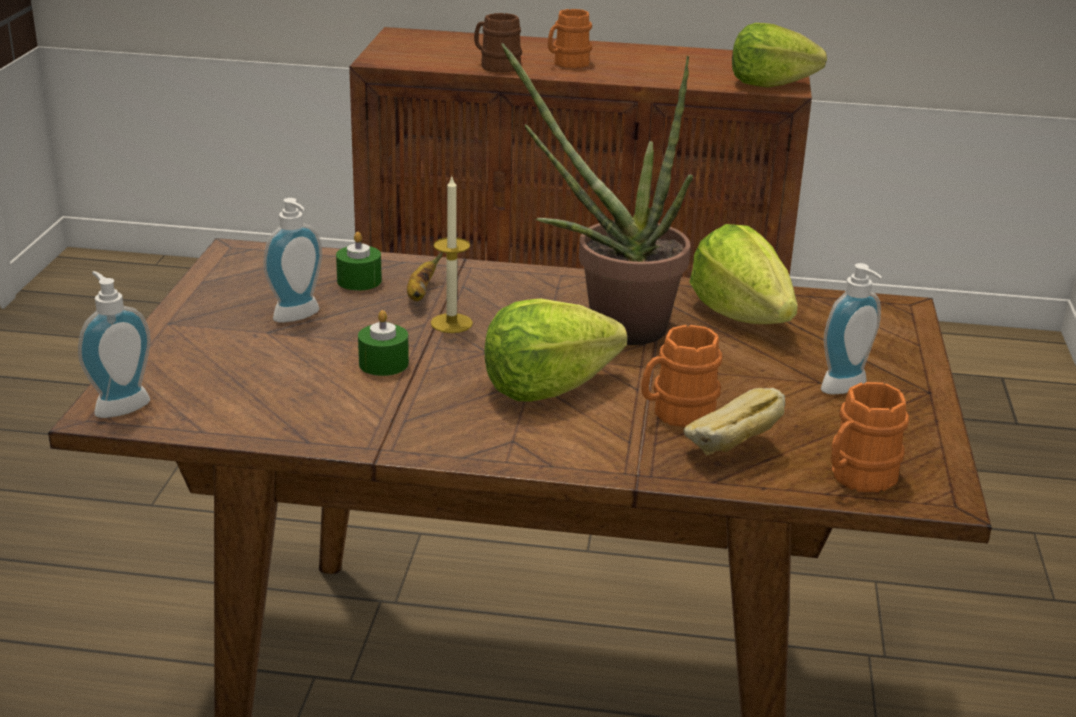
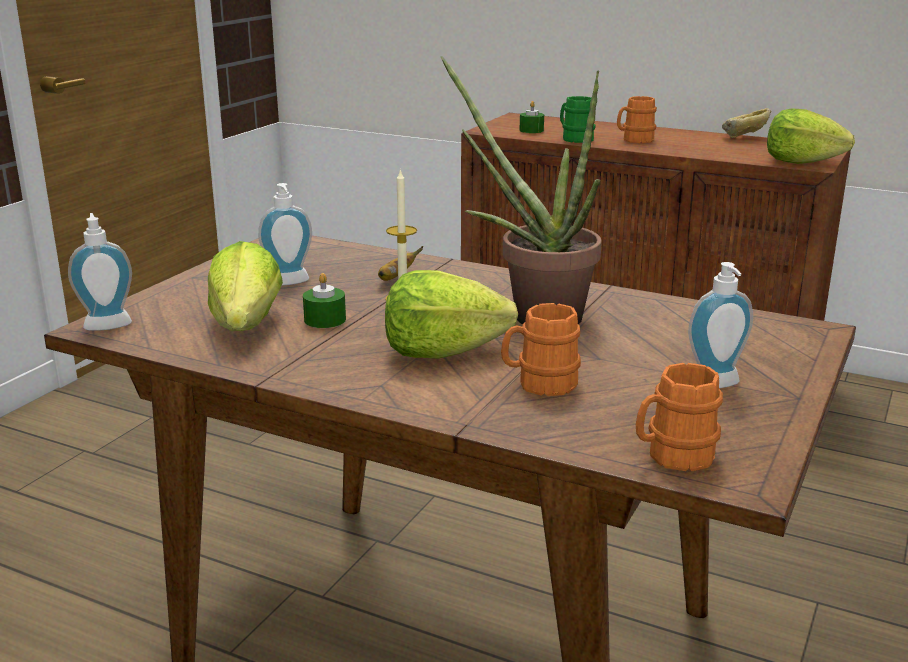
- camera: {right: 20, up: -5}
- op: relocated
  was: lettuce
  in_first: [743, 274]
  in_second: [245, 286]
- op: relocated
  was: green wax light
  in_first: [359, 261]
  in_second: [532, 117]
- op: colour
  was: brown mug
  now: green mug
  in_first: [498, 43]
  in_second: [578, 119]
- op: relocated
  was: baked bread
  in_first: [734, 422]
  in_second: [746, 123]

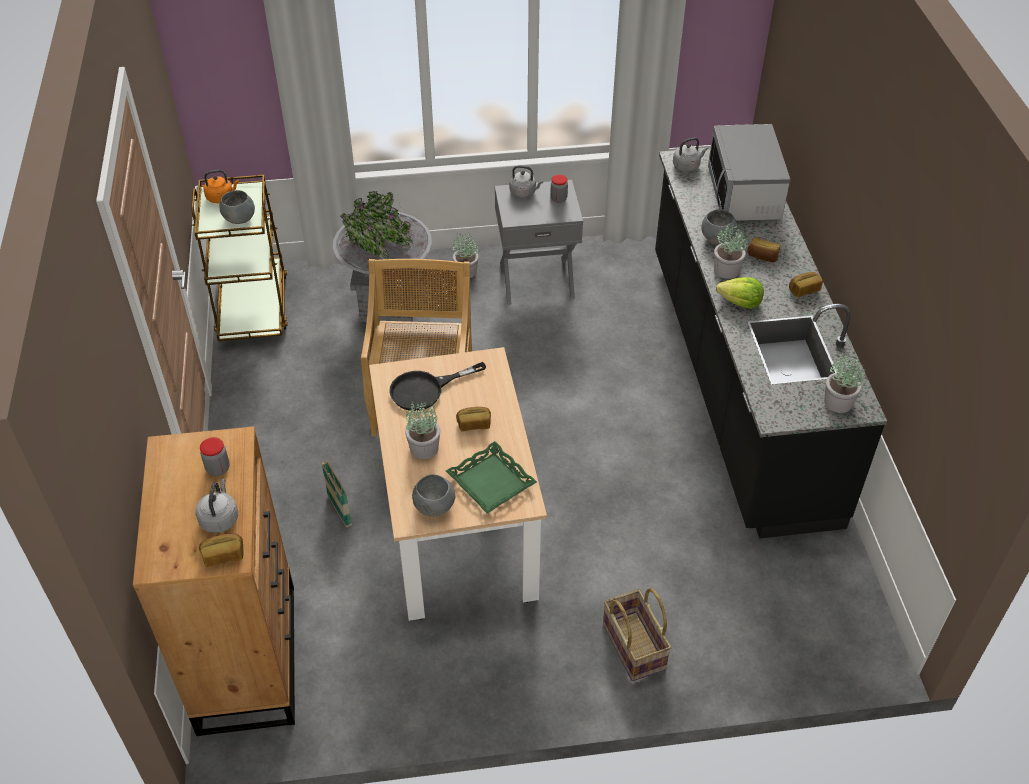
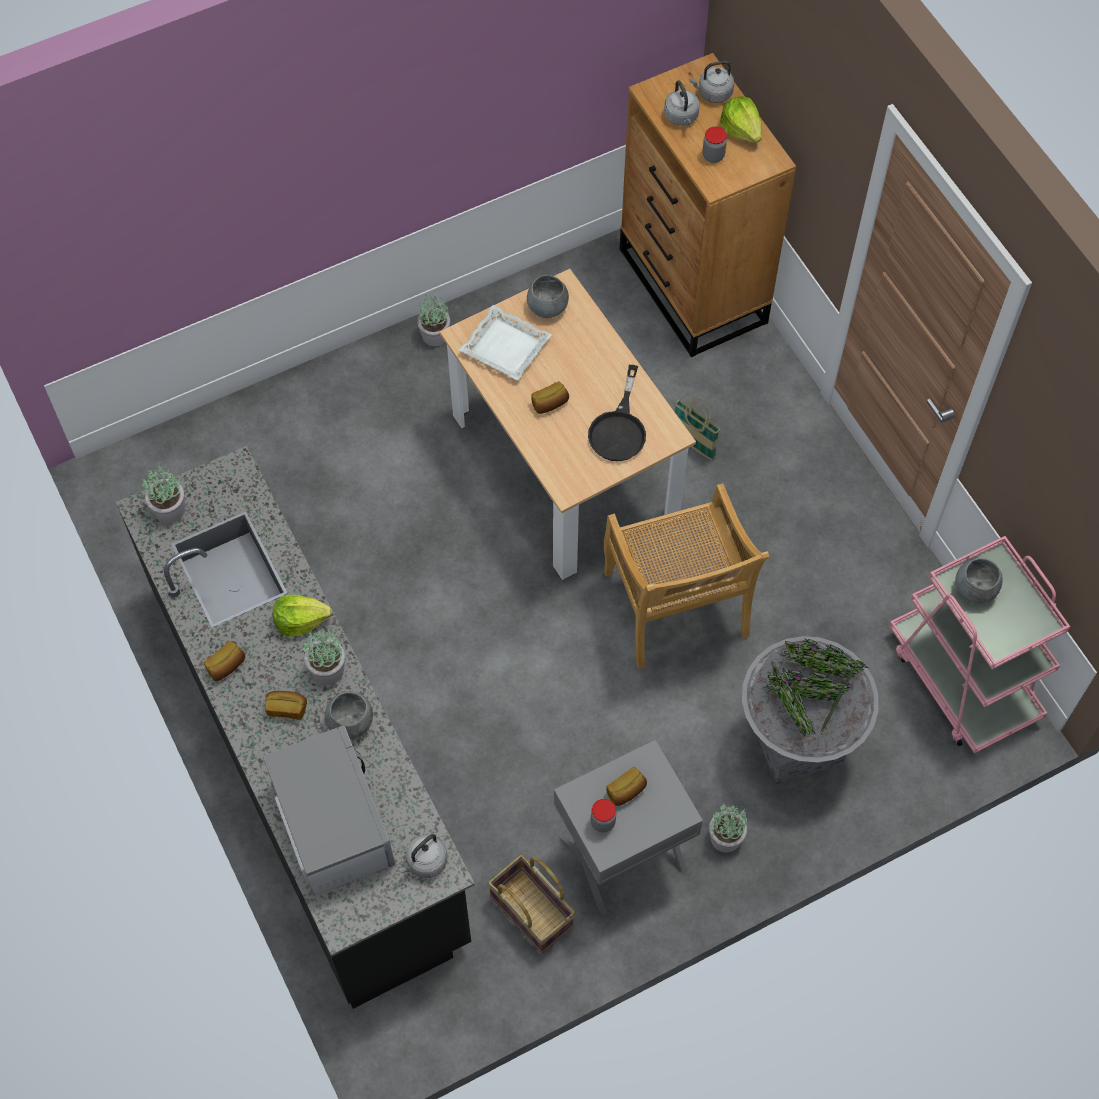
- camera: {right: 160, up: 15}
- op: relocated
  was: plant in a pot
  in_first: [422, 429]
  in_second: [433, 320]
- op: colour
  was: green serving tray
  now: white-coloured serving tray
  in_first: [491, 477]
  in_second: [505, 342]
- op: relocated
  was: basket
  in_first: [637, 634]
  in_second: [531, 904]
- op: spun
  was: blackish pan
  in_first: [437, 386]
  in_second: [617, 413]
  clockwise: 150
- op: relocated
  was: baked bread
  in_first: [221, 550]
  in_second: [626, 786]
- op: relocated
  was: grey kettle
  in_first: [526, 182]
  in_second: [711, 82]
- op: appeared
  now: lettuce
  in_second: [741, 119]
- op: colour
  was: brown wheeled cart
  now: pink-coloured wheeled cart
  in_first: [239, 258]
  in_second: [979, 645]
- op: missing
  was: orange kettle
  in_first: [221, 186]

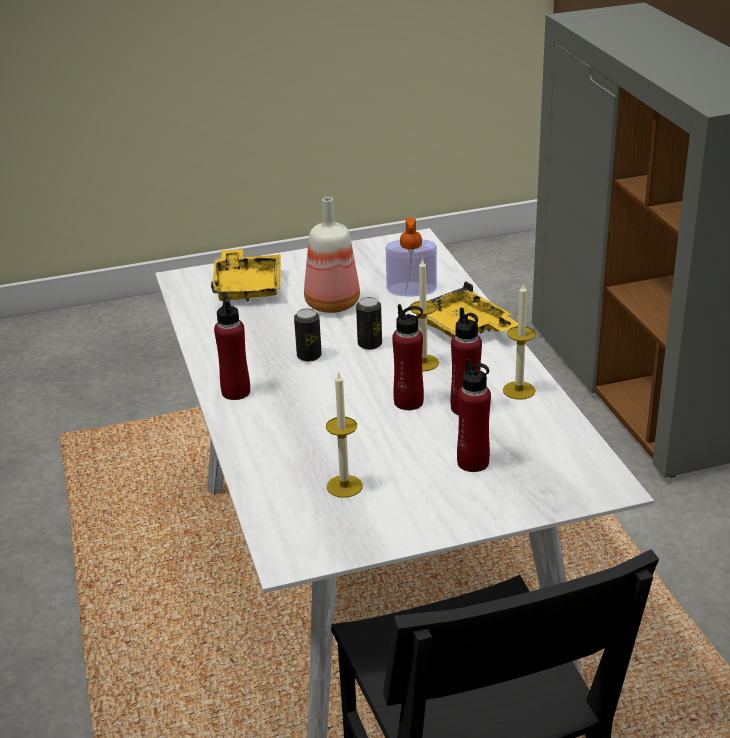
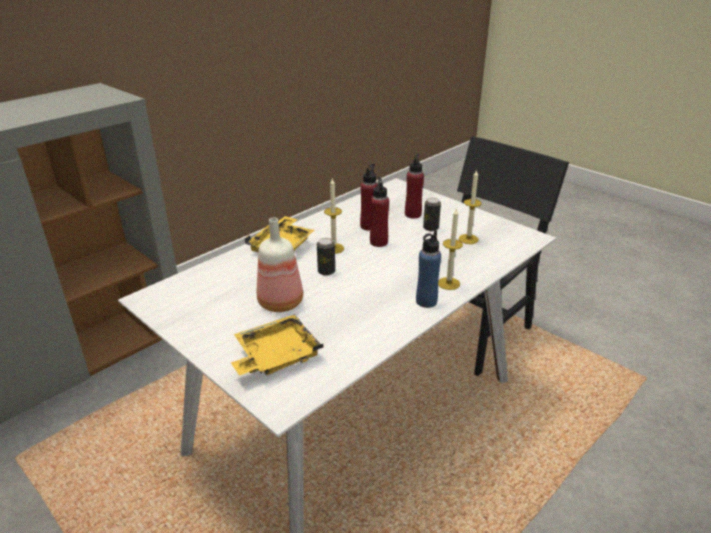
- camera: {right: -120, up: 0}
- op: colour
  was: red-coloured drink bottle
  now: bluish drink bottle
  in_first: [232, 346]
  in_second: [428, 269]
- op: relocated
  was: sealed can
  in_first: [308, 335]
  in_second: [432, 214]
- op: relocated
  was: wax light
  in_first: [519, 341]
  in_second: [450, 249]
- op: missing
  was: soap bottle
  in_first: [411, 257]

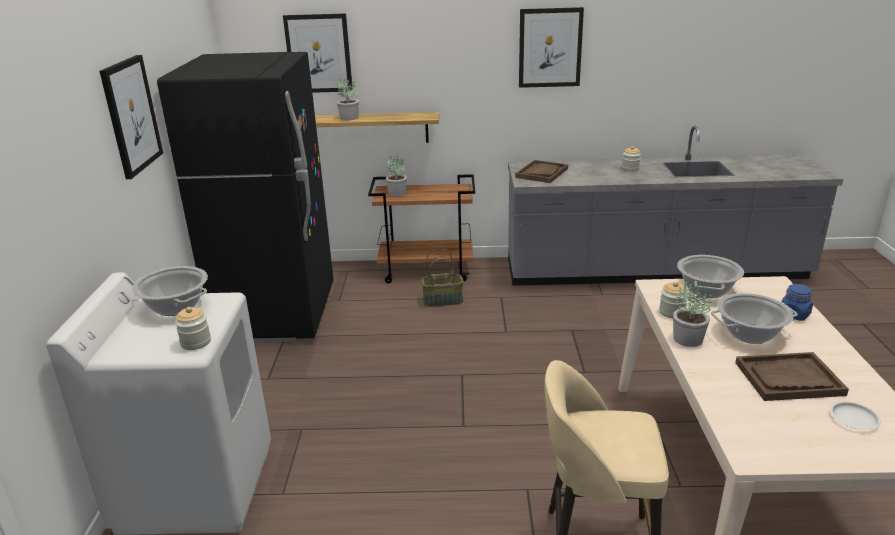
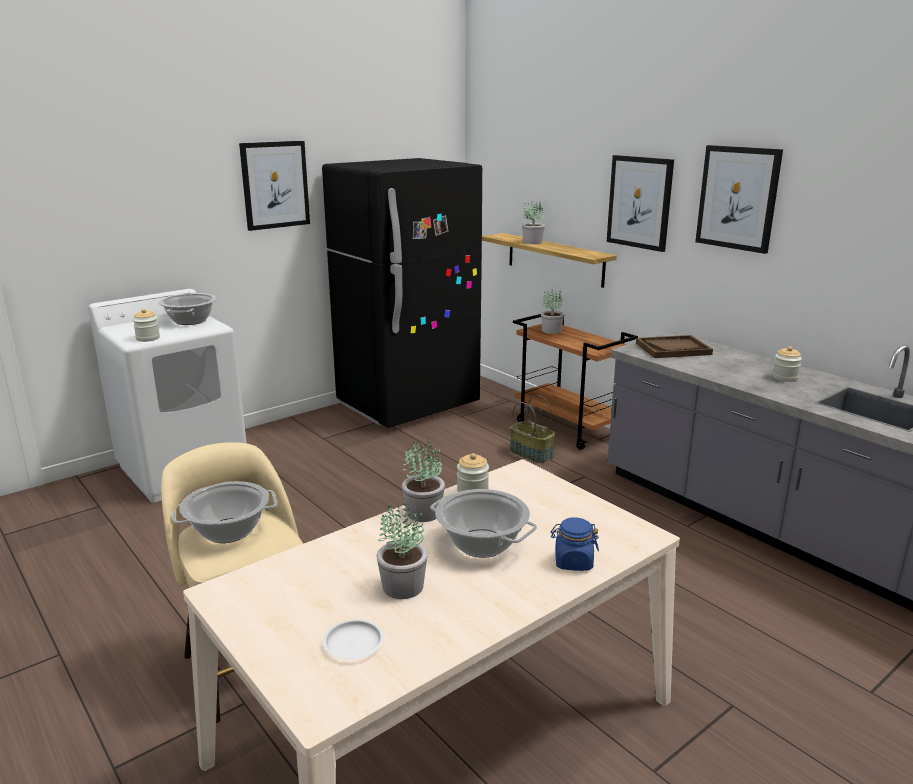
- camera: {right: 50, up: -5}
- op: relocated
  was: cooking pot
  in_first: [710, 276]
  in_second: [225, 512]
- op: exchanged
  was: brown serving tray
  now: plant in a pot
  in_first: [792, 376]
  in_second: [402, 548]
- op: relocated
  was: wall picture
  in_first: [317, 53]
  in_second: [640, 203]

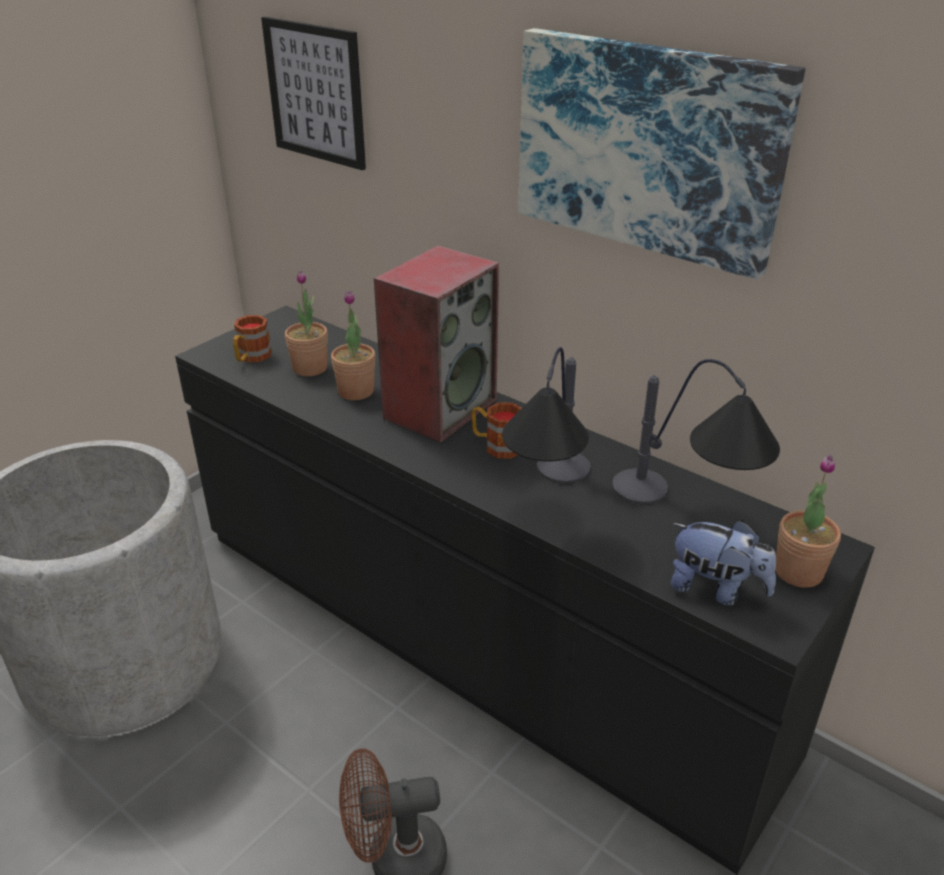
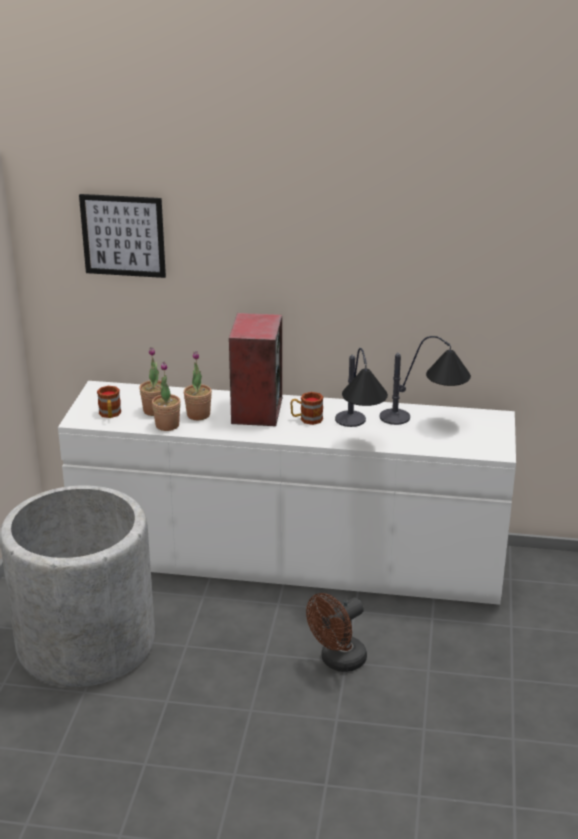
- camera: {right: -30, up: -5}
- op: colour
  was: blackish drawer chest
  now: white-coloured drawer chest
  in_first: [525, 590]
  in_second: [287, 493]
- op: relocated
  was: plant in a pot
  in_first: [808, 521]
  in_second: [166, 396]
- op: missing
  was: wall picture
  in_first: [661, 154]
- op: missing
  was: soft toy
  in_first: [723, 562]

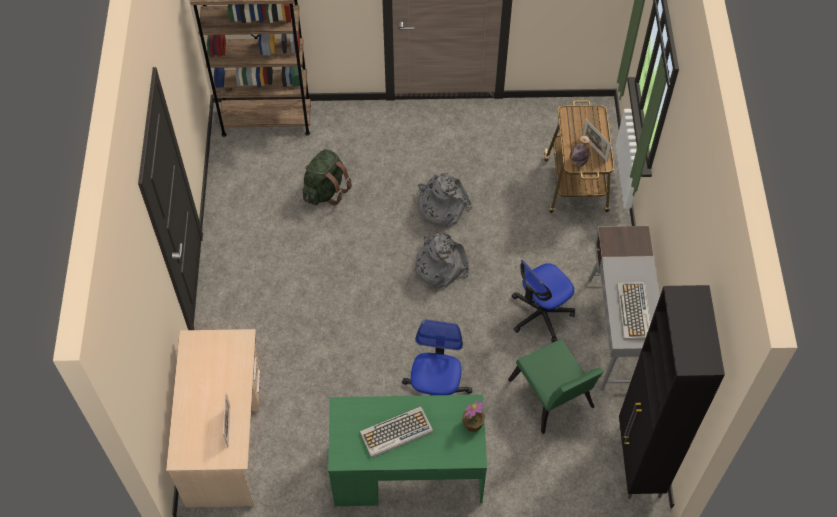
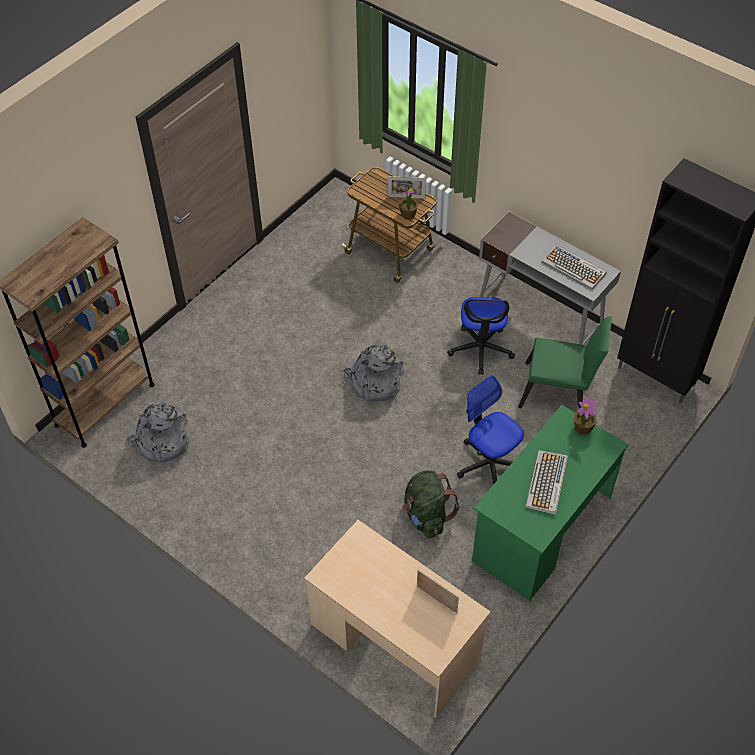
- camera: {right: -50, up: -5}
- op: relocated
  was: grey knapsack
  in_first: [445, 200]
  in_second: [158, 433]
- op: exchanged
  was: drink bottle
  now: plant in a pot
  in_first: [580, 151]
  in_second: [409, 204]
- op: relocated
  was: green knapsack
  in_first: [327, 177]
  in_second: [431, 504]

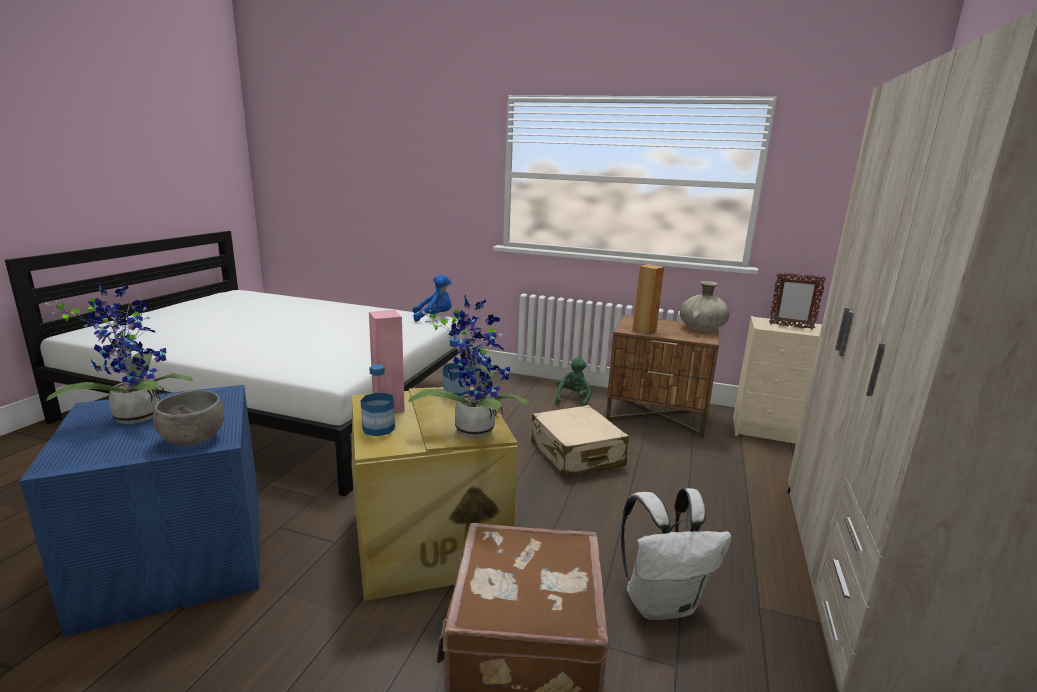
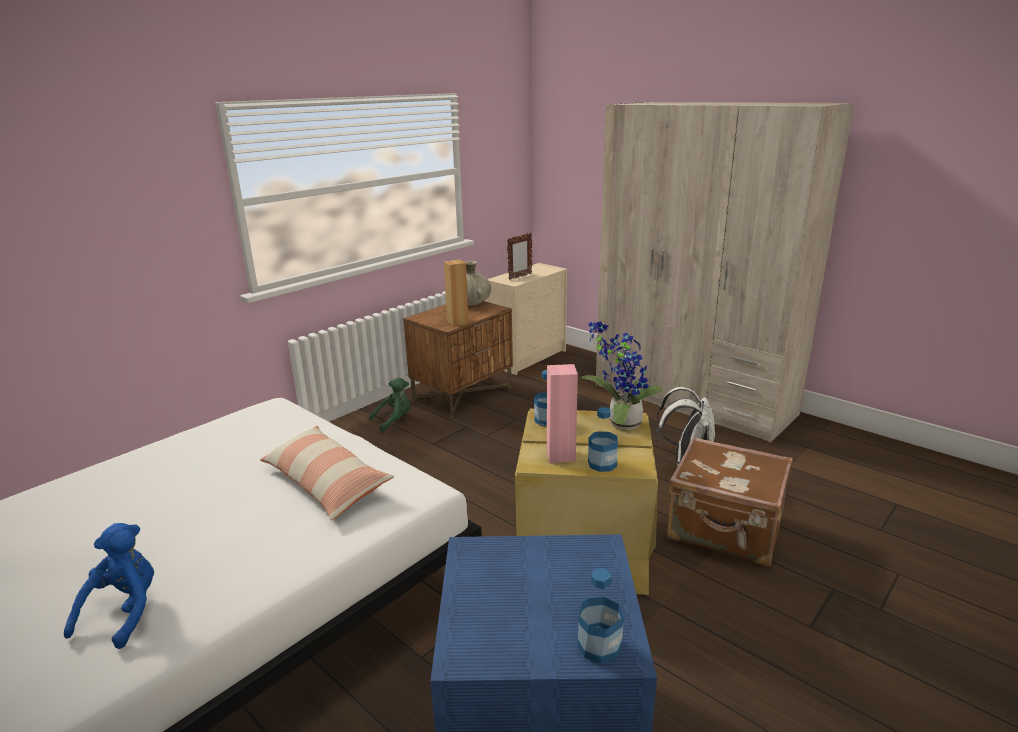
- camera: {right: -65, up: 5}
- op: relocated
  was: bluish soft toy
  in_first: [432, 298]
  in_second: [109, 586]
- op: appeared
  now: throw pillow
  in_second: [327, 473]
- op: spun
  was: green soft toy
  in_first: [573, 381]
  in_second: [390, 405]
  clockwise: 105
- op: appeared
  now: drink bottle
  in_second: [601, 616]
- op: missing
  was: plant in a pot
  in_first: [119, 352]
- op: missing
  was: grey deep dish
  in_first: [188, 418]
- op: missing
  was: beige suitcase
  in_first: [580, 441]

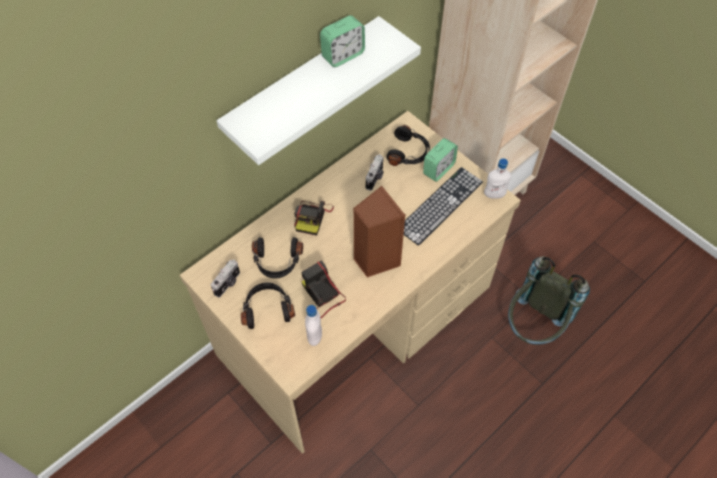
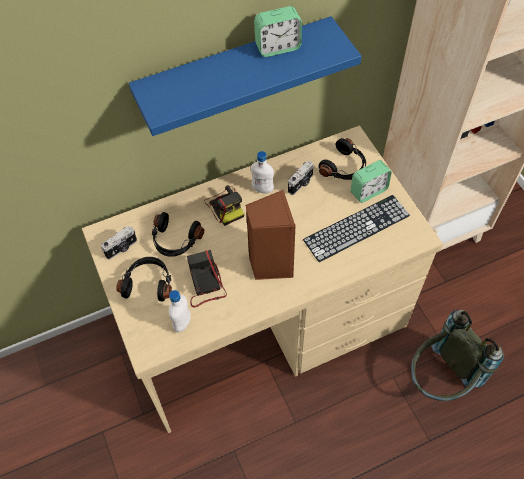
- camera: {right: 20, up: 0}
- op: colour
  was: white-coloured wall shelf
  now: bluish wall shelf
  in_first: [318, 90]
  in_second: [245, 76]
- op: spun
  was: photo camera
  in_first: [314, 218]
  in_second: [224, 205]
  clockwise: -60
- op: relocated
  was: white-coloured drink bottle
  in_first: [497, 178]
  in_second: [262, 172]

